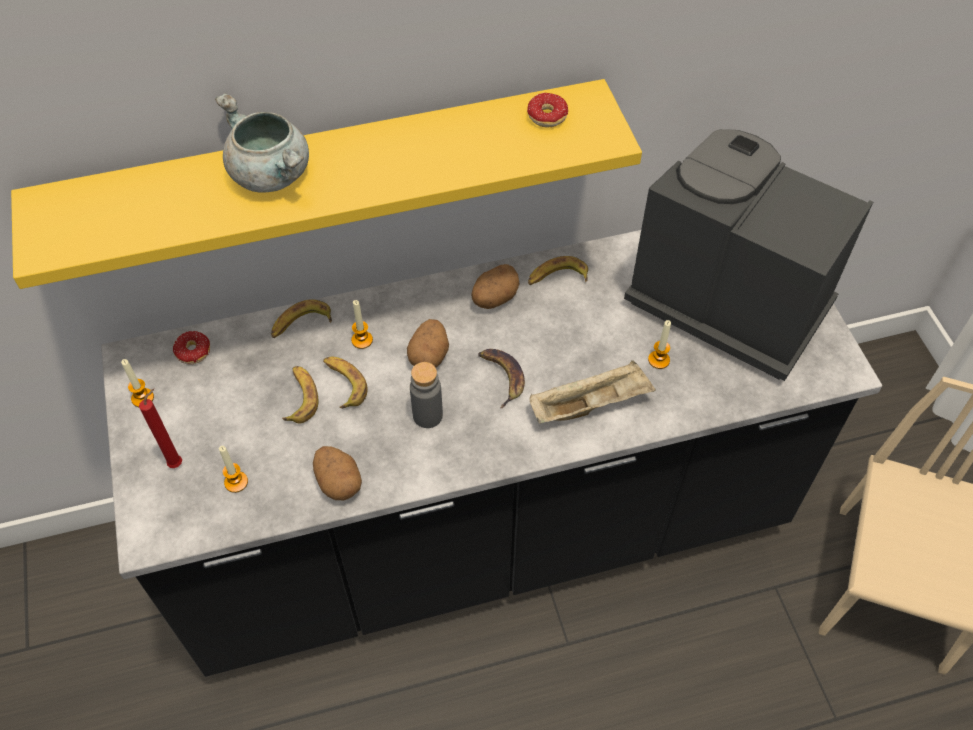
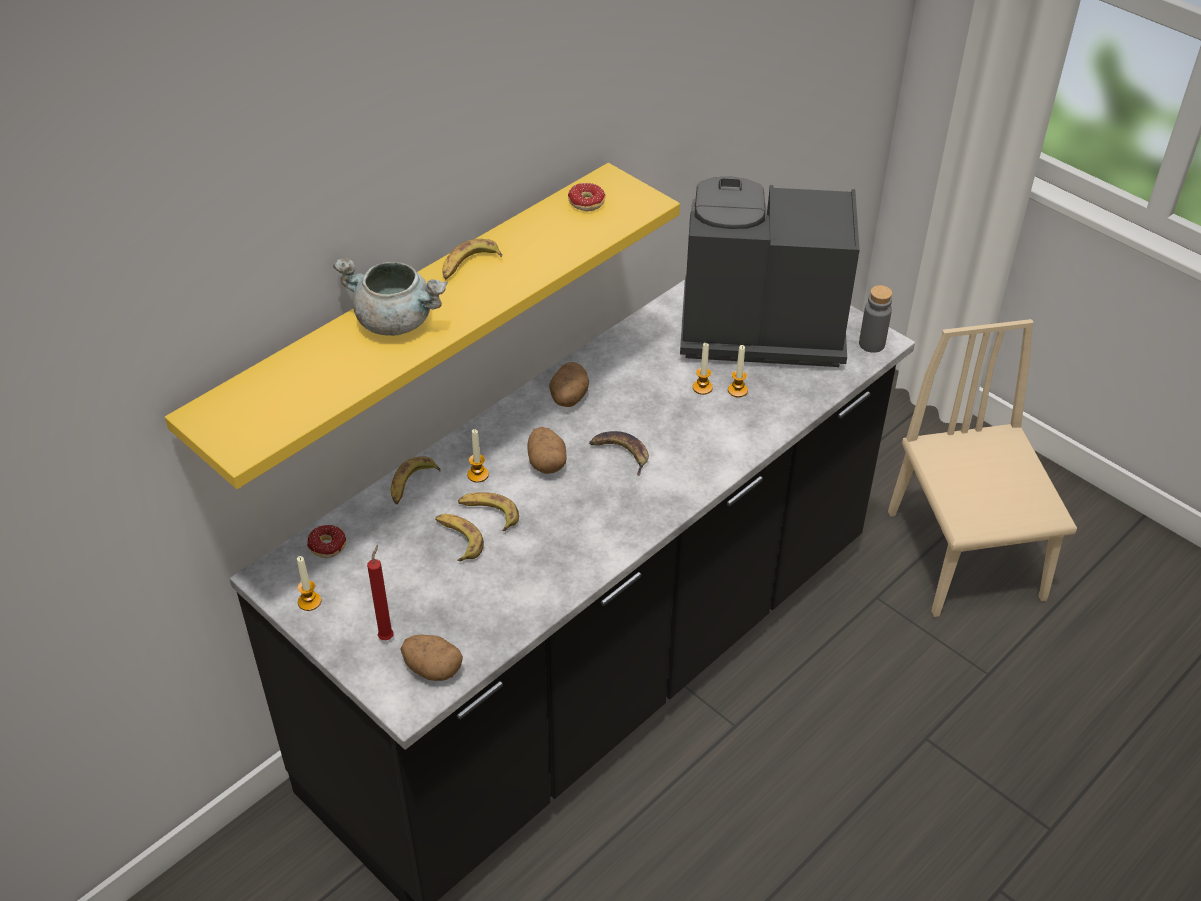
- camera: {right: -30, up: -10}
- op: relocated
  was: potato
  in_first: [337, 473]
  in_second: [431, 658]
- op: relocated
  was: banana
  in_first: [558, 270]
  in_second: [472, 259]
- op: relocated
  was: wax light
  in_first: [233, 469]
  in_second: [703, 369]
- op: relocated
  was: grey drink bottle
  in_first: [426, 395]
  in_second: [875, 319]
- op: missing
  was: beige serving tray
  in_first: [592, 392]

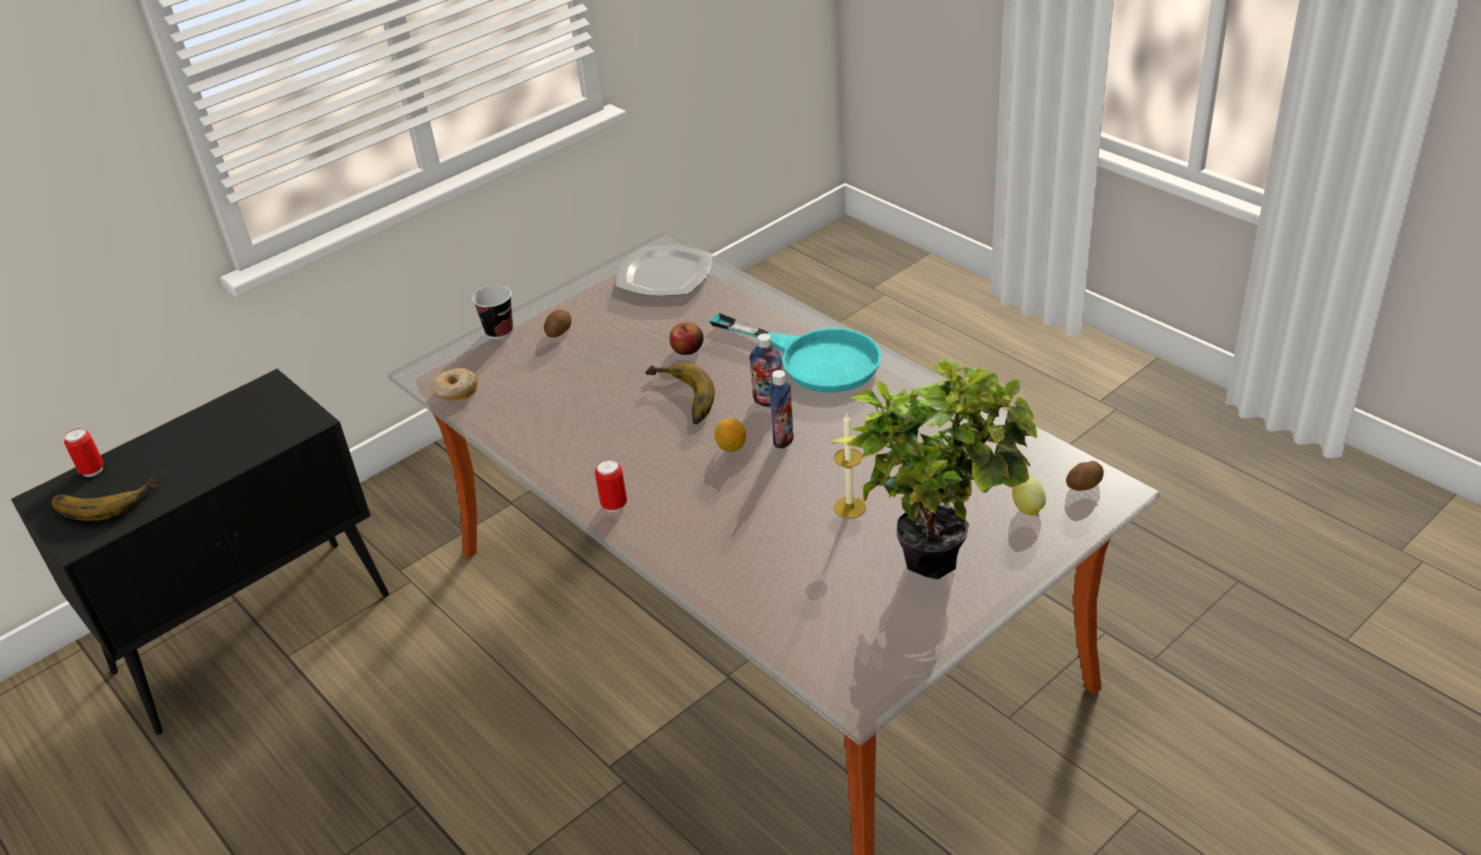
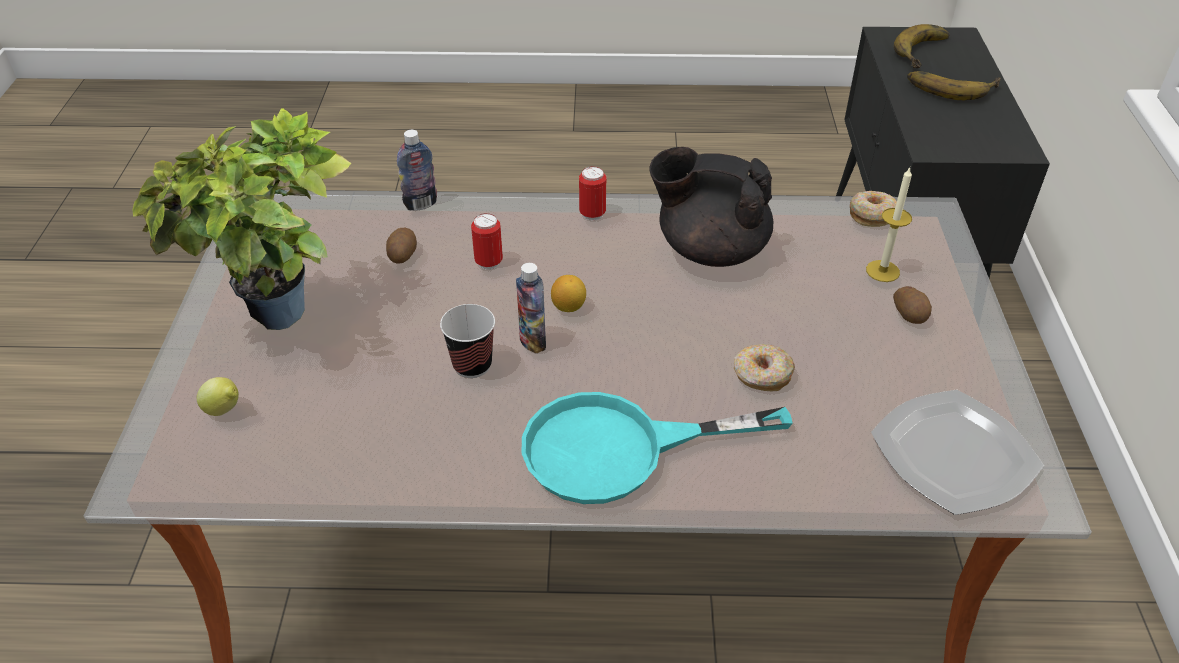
- camera: {right: 130, up: 5}
- op: relocated
  was: potato
  in_first: [1085, 476]
  in_second: [401, 245]
- op: relocated
  was: drink bottle
  in_first: [765, 370]
  in_second: [417, 170]
- op: relocated
  was: cup
  in_first: [492, 312]
  in_second: [467, 341]
- op: relocated
  was: sealed can
  in_first: [84, 452]
  in_second: [487, 241]
- op: appeared
  now: blackish pot for tea
  in_second: [711, 207]
- op: exchanged
  was: whole apple
  now: doughnut
  in_first: [687, 338]
  in_second: [764, 367]
- op: relocated
  was: wax light
  in_first: [850, 466]
  in_second: [889, 225]
- op: relocated
  was: banana
  in_first: [680, 393]
  in_second: [954, 85]

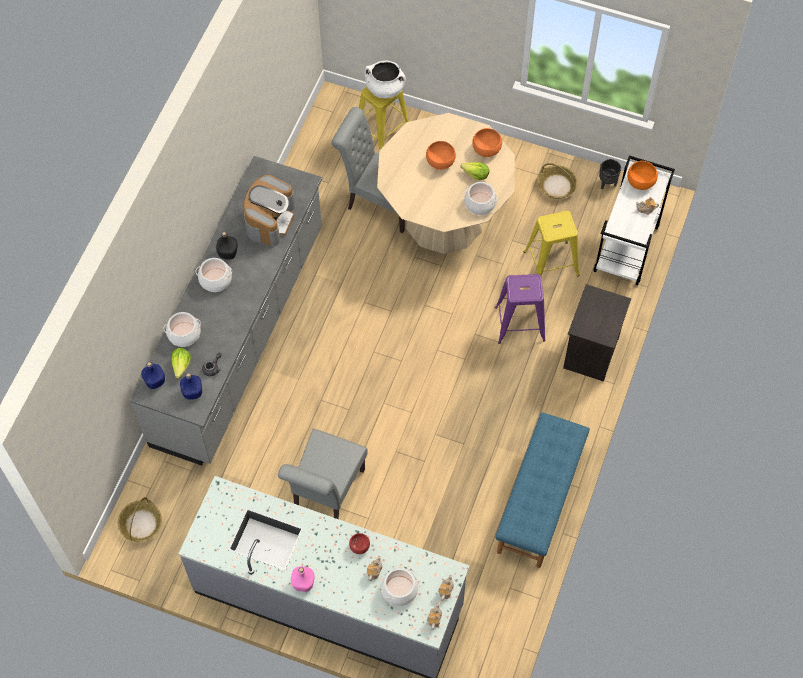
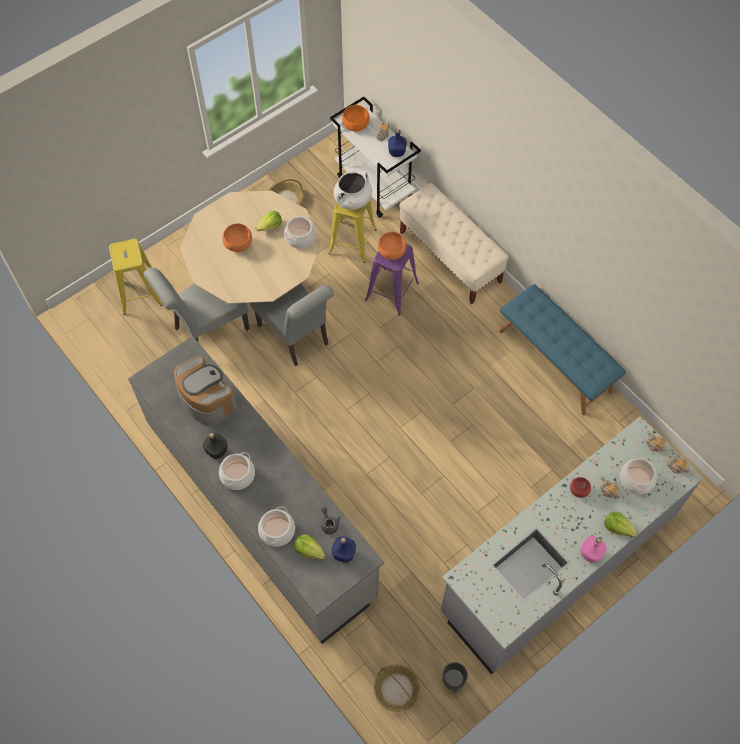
- camera: {right: -60, up: 0}
- op: relocated
  was: grey upright chair
  in_first: [323, 474]
  in_second: [292, 324]
- op: relocated
  was: white-coloured cooking pot
  in_first: [385, 80]
  in_second: [353, 190]
- op: relocated
  was: orange deep dish
  in_first: [487, 142]
  in_second: [392, 246]
- op: relocated
  was: bluish drink bottle
  in_first: [153, 375]
  in_second: [397, 143]
- op: exchanged
  was: blackish nightstand
  now: beige indoor bench
  in_first: [597, 333]
  in_second: [454, 243]
- op: relocated
  was: blackish planter
  in_first: [610, 174]
  in_second: [455, 677]
- op: appeared
  now: lettuce
  in_second: [620, 525]

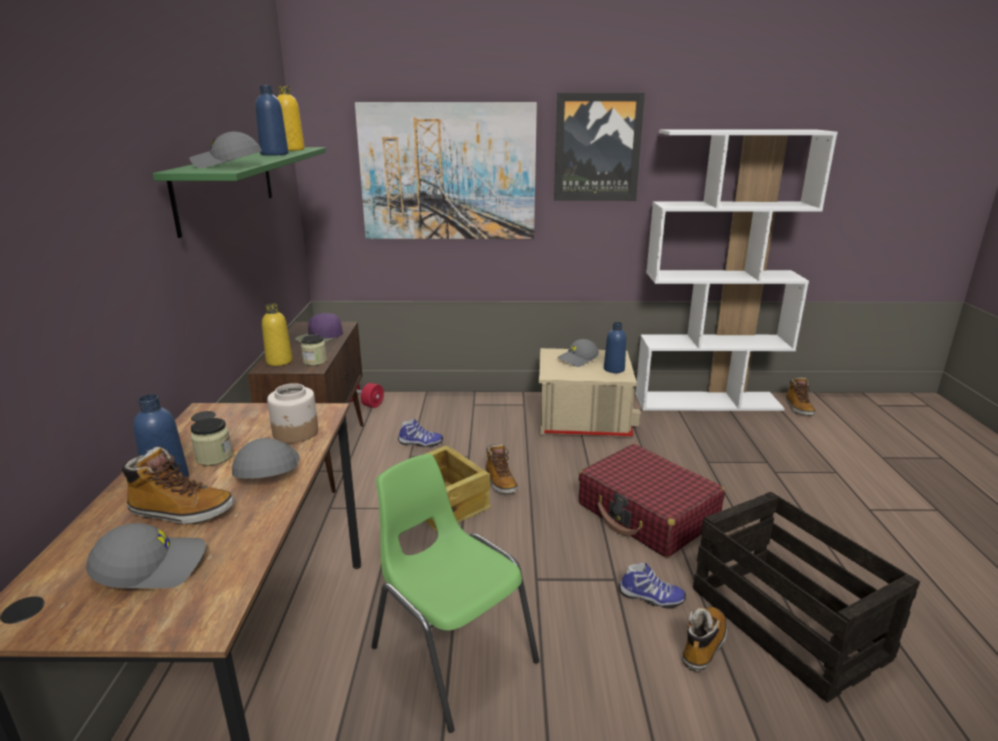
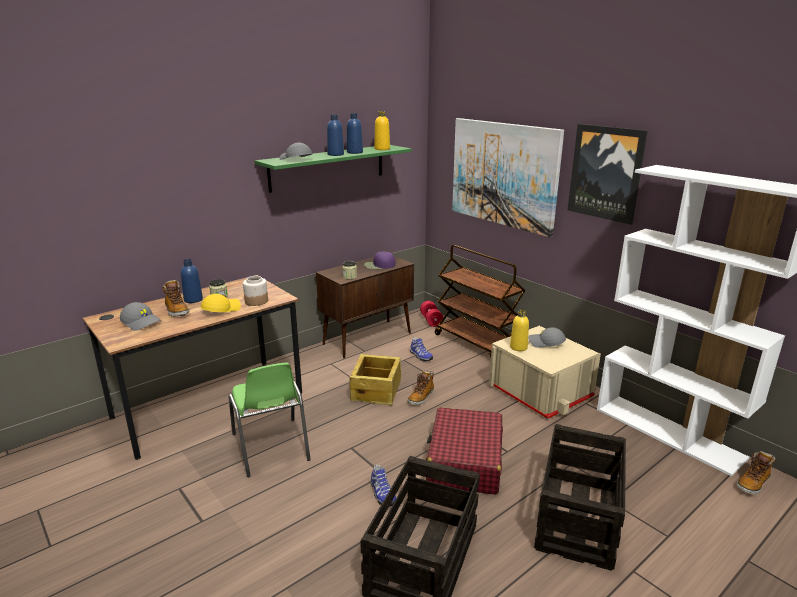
- camera: {right: 50, up: 0}
- op: colour
  was: grey peaked cap
  now: yellow-coloured peaked cap
  in_first: [266, 458]
  in_second: [220, 303]
- op: spun
  was: green upright chair
  in_first: [455, 593]
  in_second: [269, 420]
  clockwise: 150
- op: relocated
  was: bluish drink bottle
  in_first: [615, 347]
  in_second: [335, 135]
- op: appeared
  now: brown wheeled cart
  in_second: [480, 301]
- op: relocated
  was: yellow-coloured drink bottle
  in_first: [277, 334]
  in_second: [519, 330]
- op: appeared
  now: crate
  in_second: [580, 497]
- op: missing
  was: high-top boot
  in_first: [704, 639]

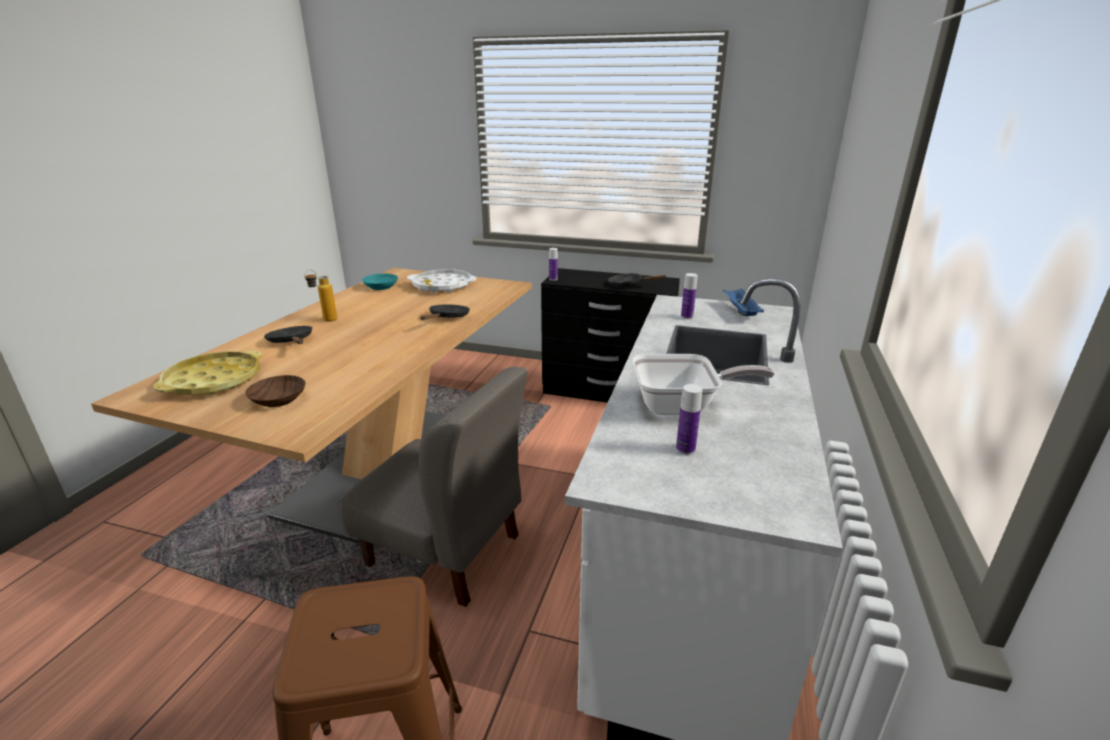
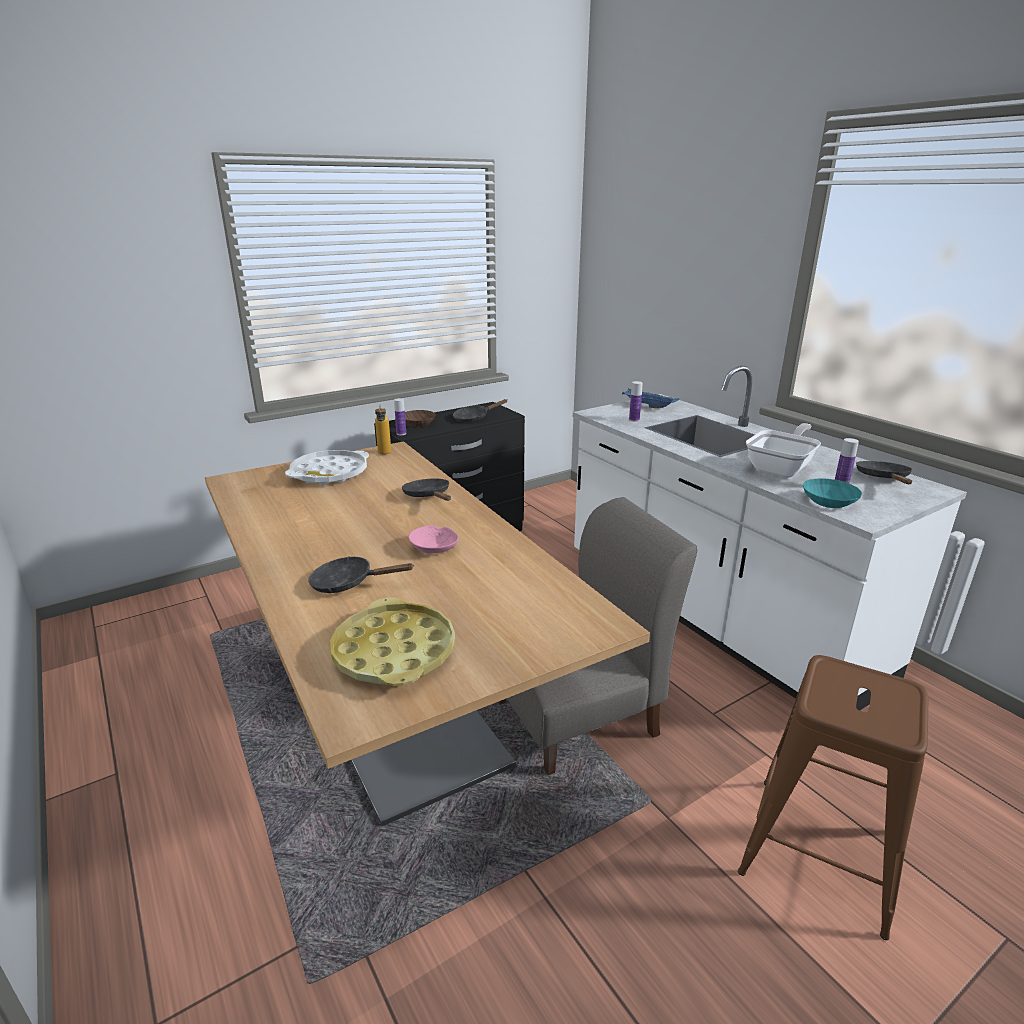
- camera: {right: -50, up: 0}
- op: relocated
  was: drink bottle
  in_first: [320, 296]
  in_second: [383, 429]
- op: relocated
  was: brown deep dish
  in_first: [275, 391]
  in_second: [420, 418]
- op: appeared
  now: pink-coloured deep dish
  in_second: [433, 539]
- op: relocated
  was: turquoise deep dish
  in_first: [380, 282]
  in_second: [832, 493]
- op: appeared
  now: blackish pan
  in_second: [884, 472]

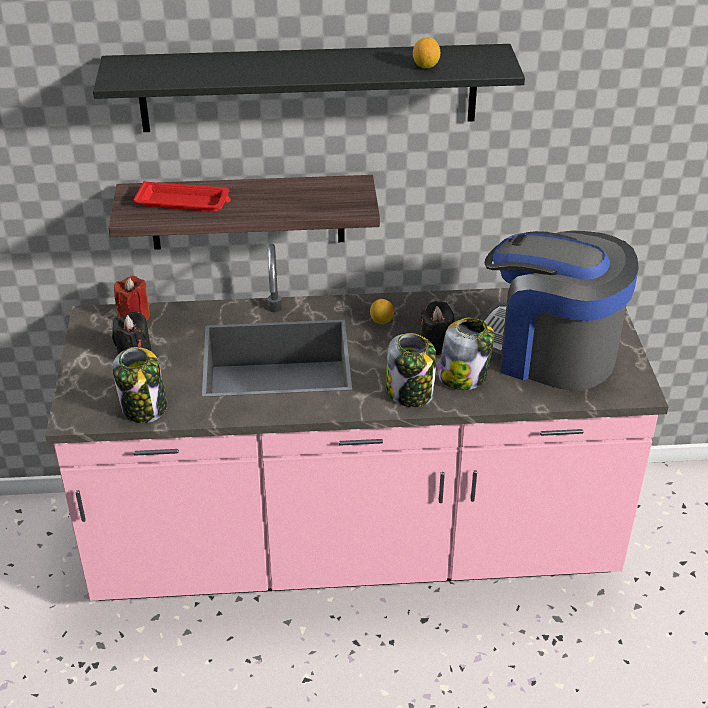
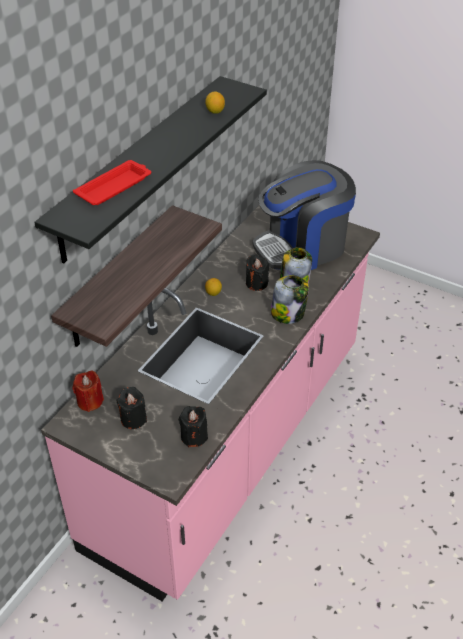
- camera: {right: -55, up: 5}
- op: relocated
  was: red-coloured serving tray
  in_first: [182, 196]
  in_second: [112, 182]
- op: exchanged
  was: jar
  now: blackish wax light
  in_first: [139, 385]
  in_second: [193, 426]

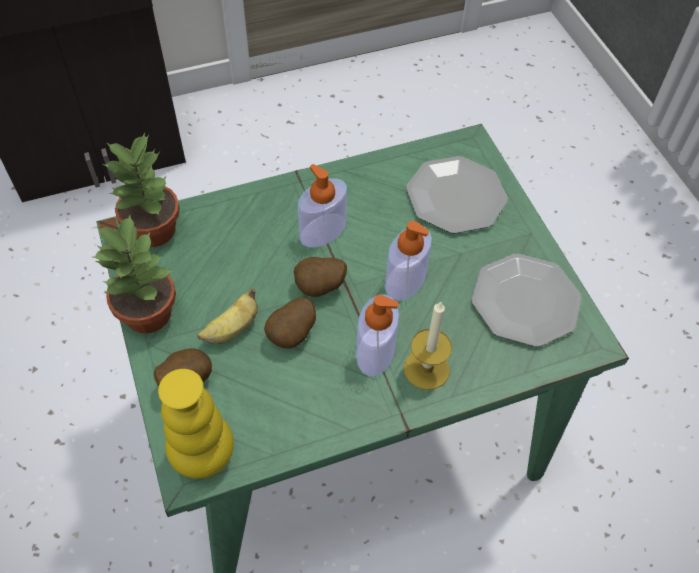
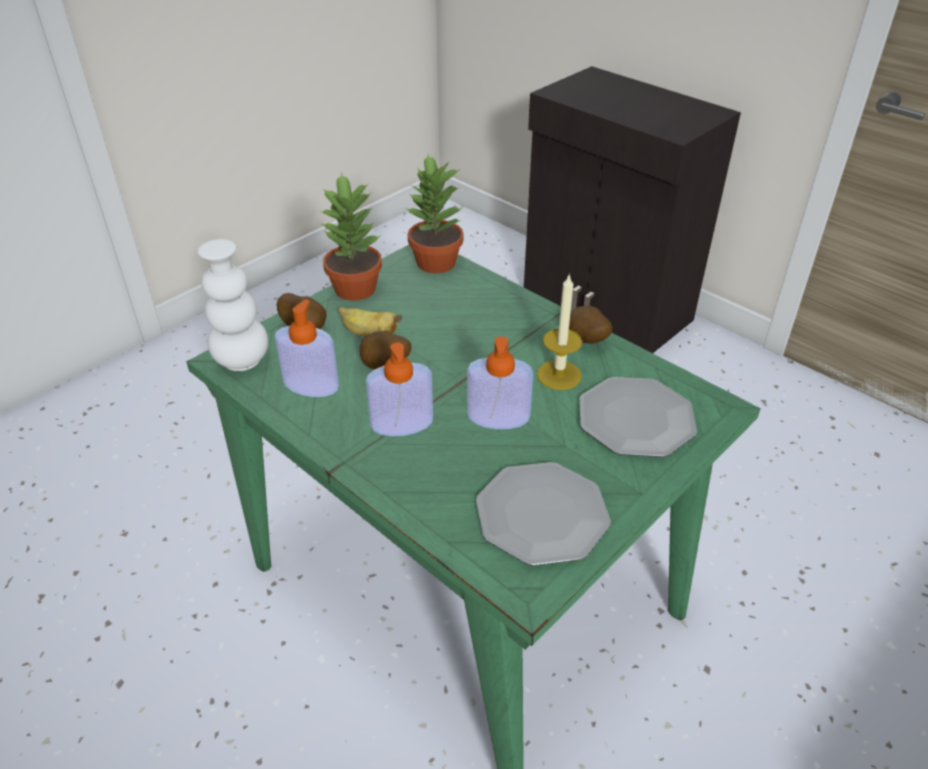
- camera: {right: 65, up: -15}
- op: colour
  was: yellow-coloured flower vase
  now: white-coloured flower vase
  in_first: [196, 424]
  in_second: [233, 305]
- op: relocated
  was: soap bottle
  in_first: [322, 206]
  in_second: [307, 348]
- op: relocated
  was: wax light
  in_first: [428, 345]
  in_second: [559, 331]
- op: relocated
  was: potato
  in_first: [320, 277]
  in_second: [590, 325]

